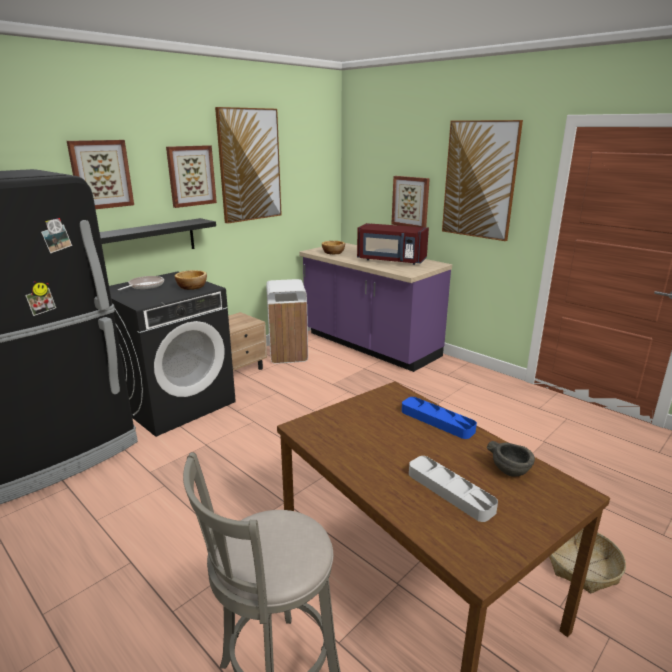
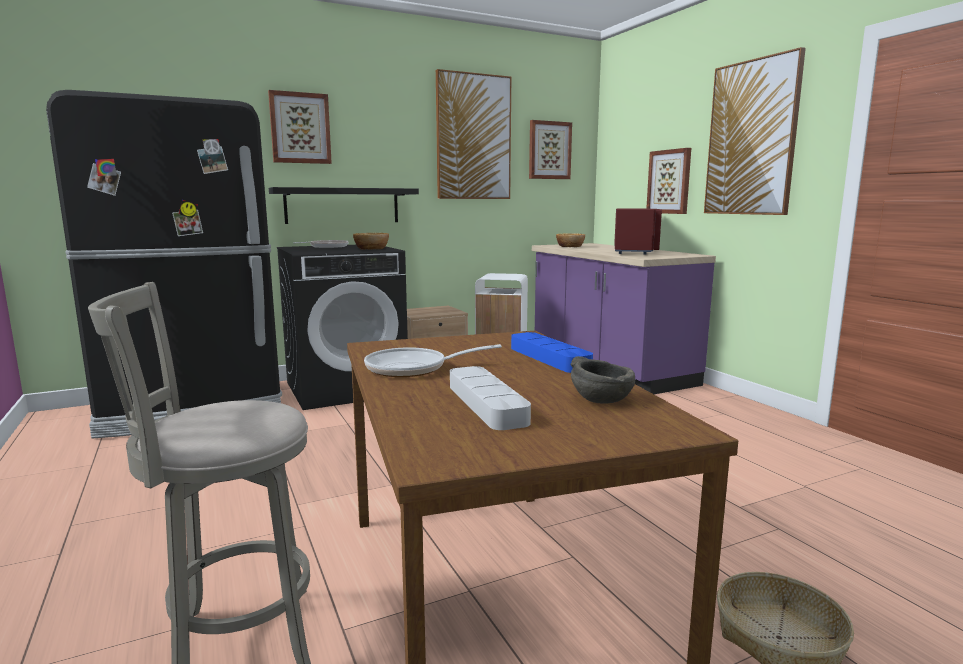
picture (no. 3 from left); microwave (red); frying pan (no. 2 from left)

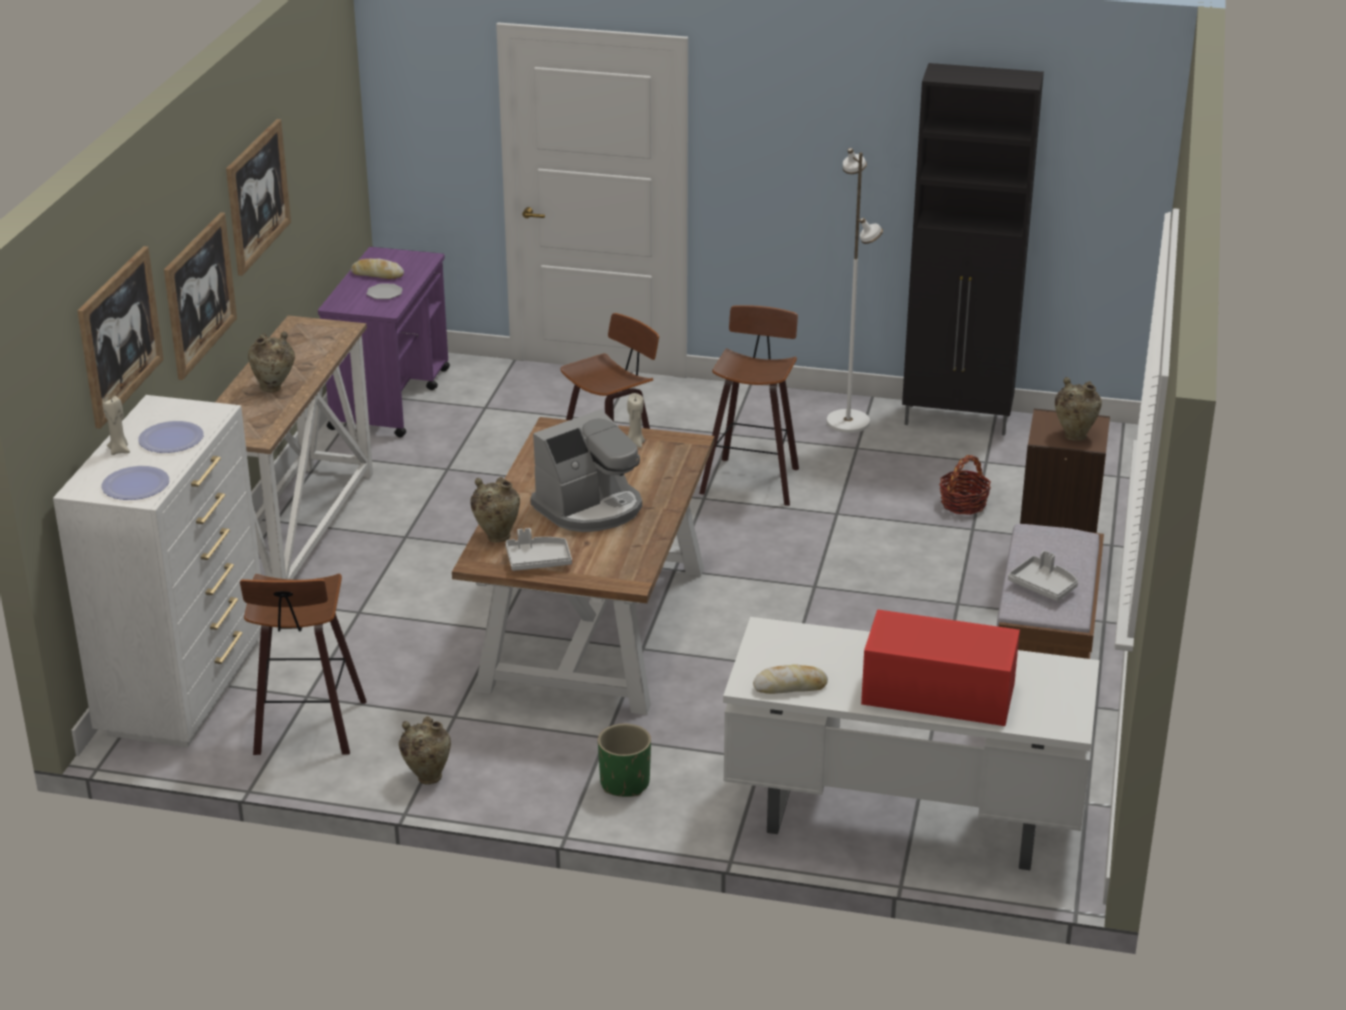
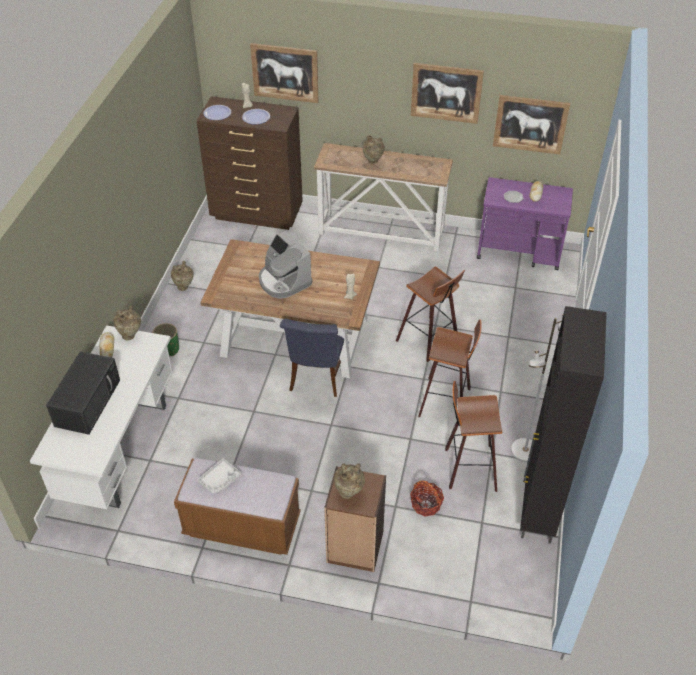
picture (no. 3 from left); dresser (brown); vase (beige) (no. 1 from left); tray (grey) (no. 1 from left in the first image); stool (no. 3 from left); microwave (black); chair (blue)

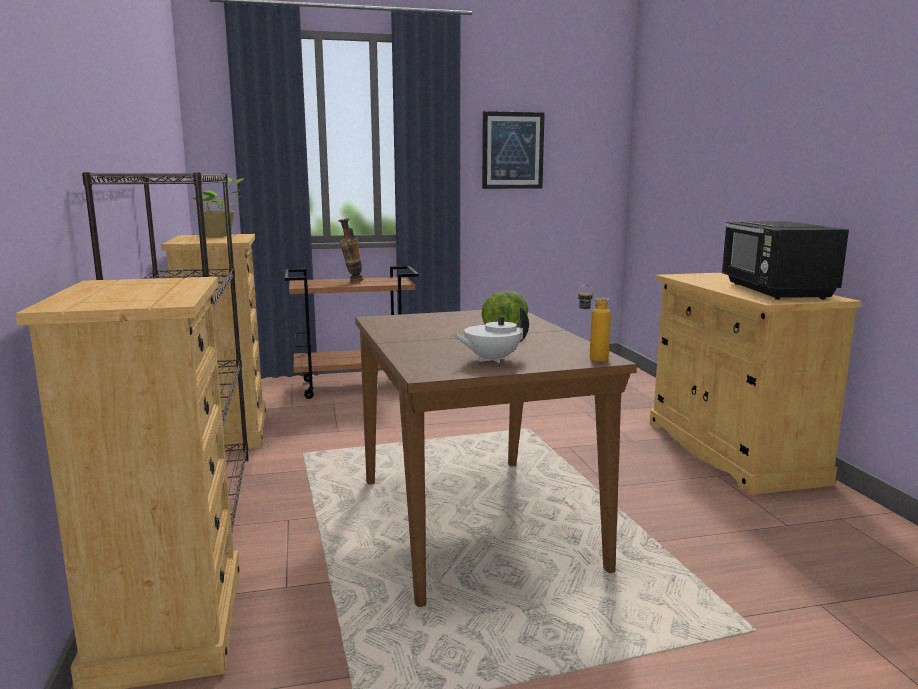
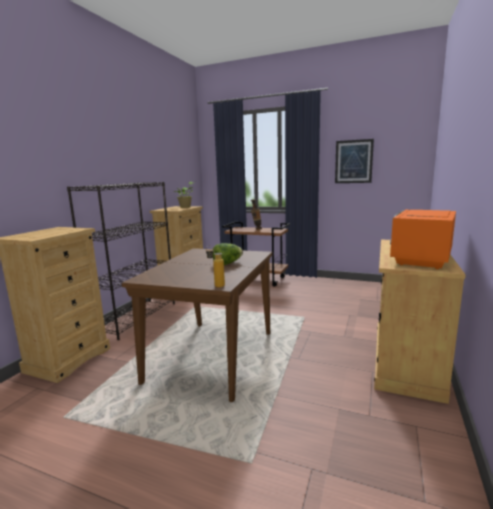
microwave (orange); teapot (white)

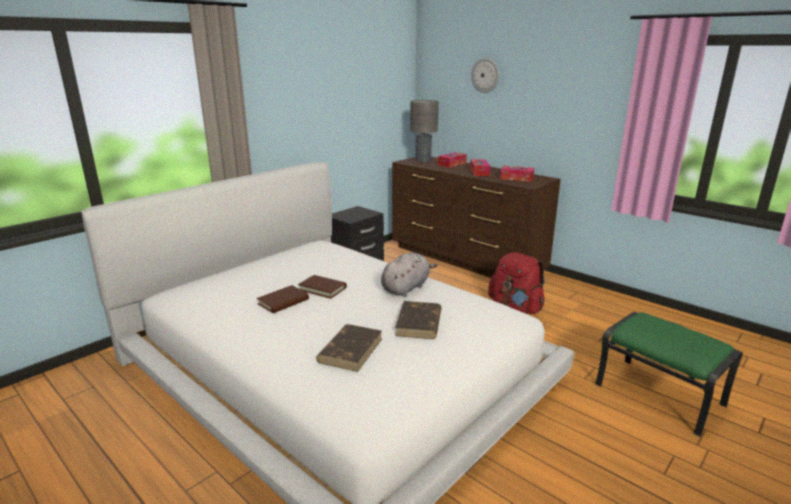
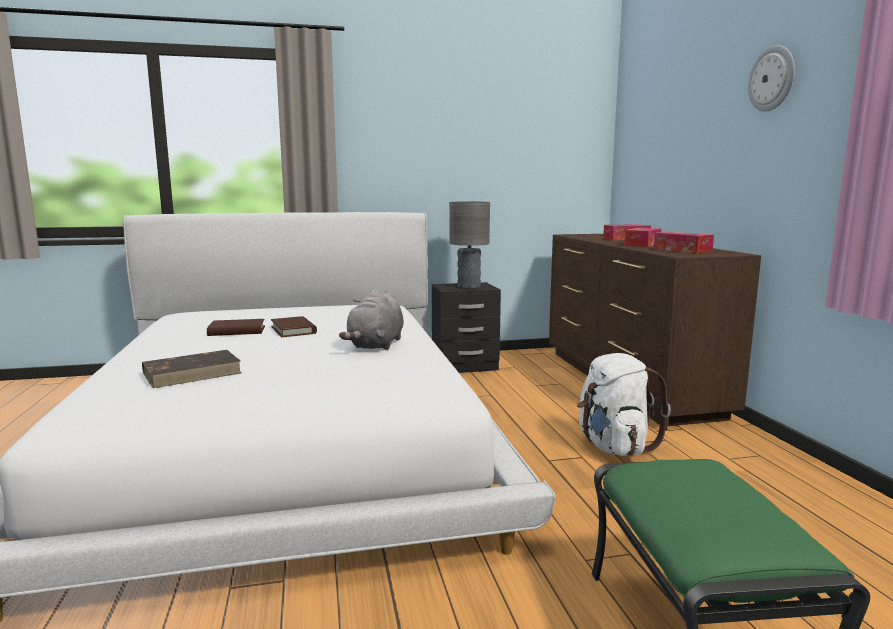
wall clock; table lamp (grey); plush toy (grey); backpack (white); book (brown) (no. 4 from left in the first image)

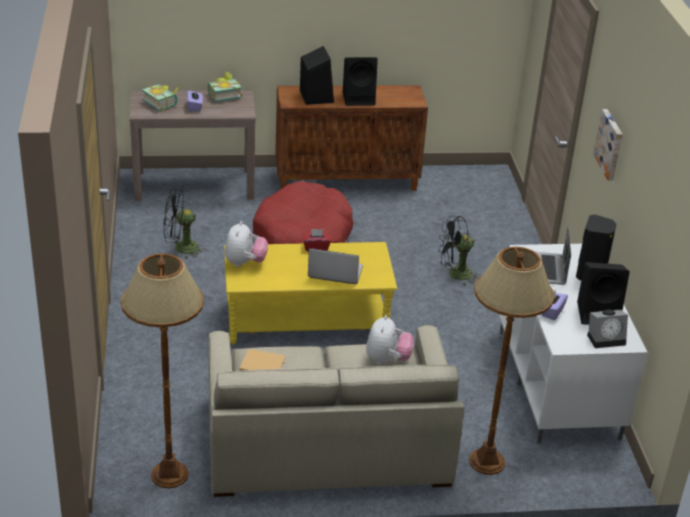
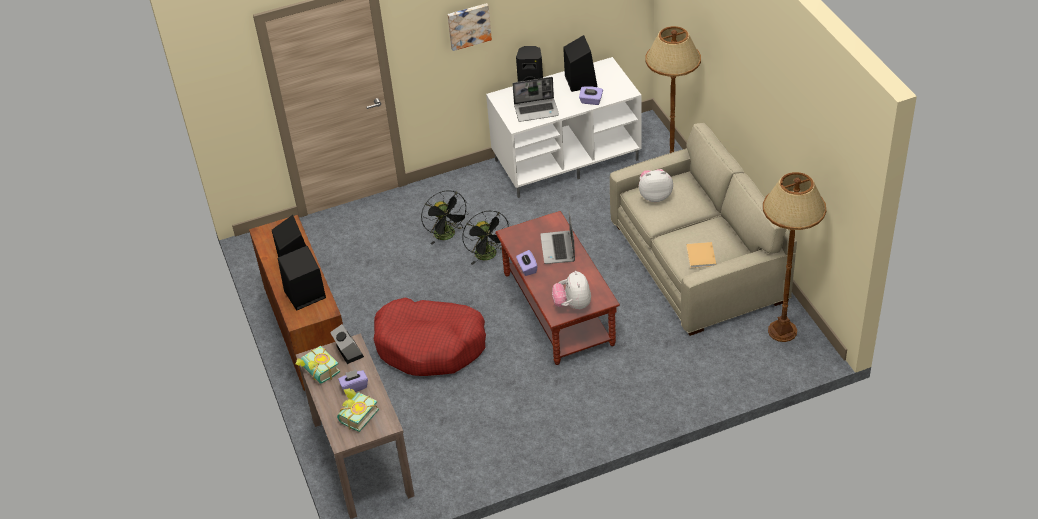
fan (black) (no. 2 from left); plush toy (no. 1 from left); tissue box (purple) (no. 2 from left); coffee table (brown); alarm clock

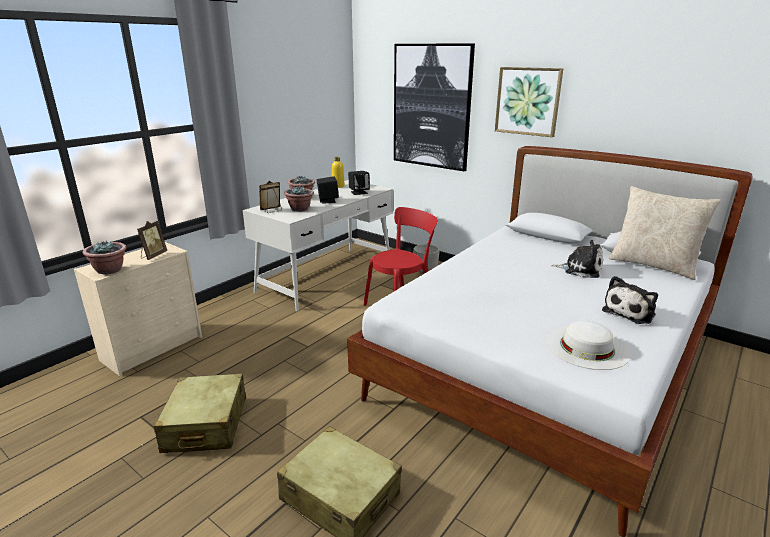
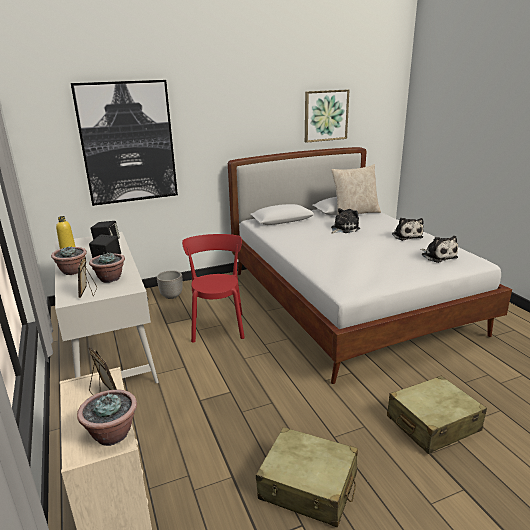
picture (no. 2 from left); plush toy (no. 3 from left)

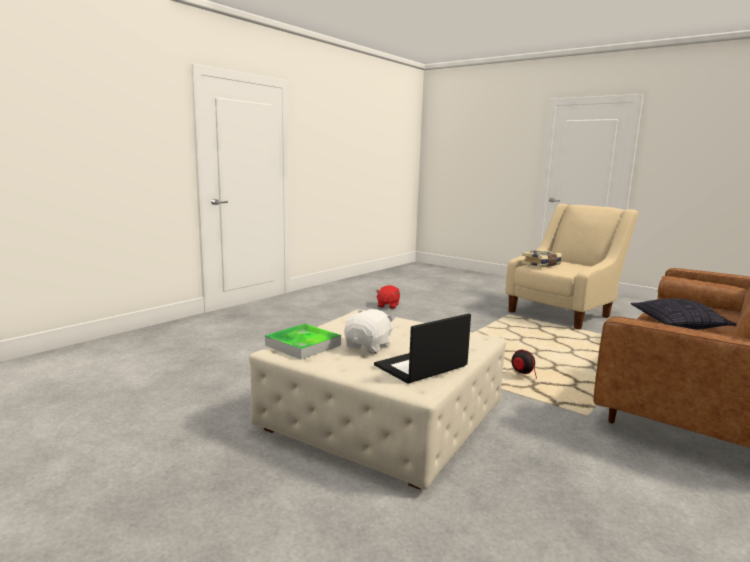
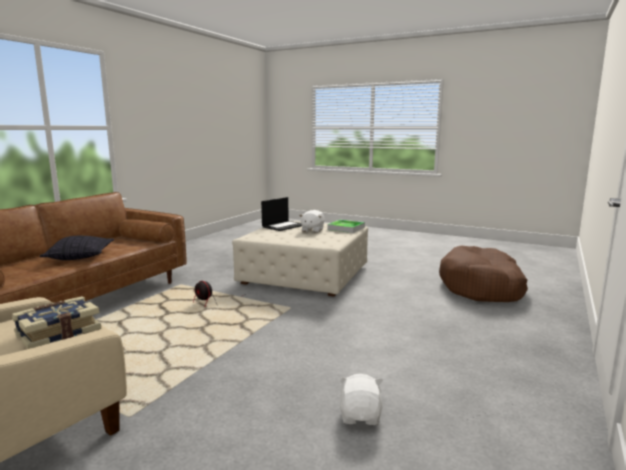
plush toy (white) (no. 2 from left); dog bed (brown)

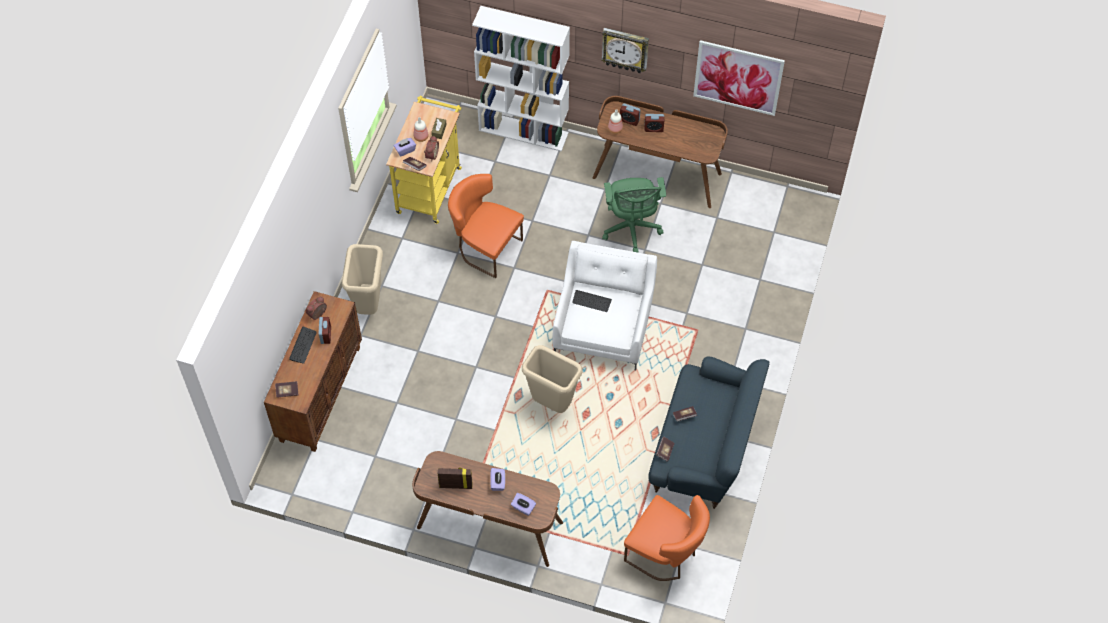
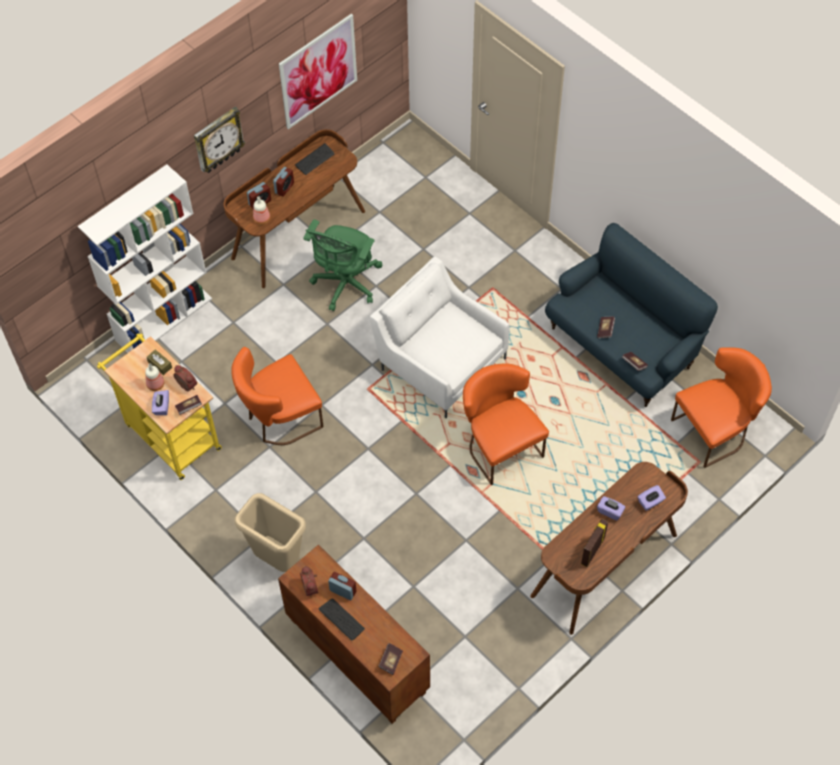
office chair (green); keyboard (no. 1 from left); chair (orange) (no. 2 from left)

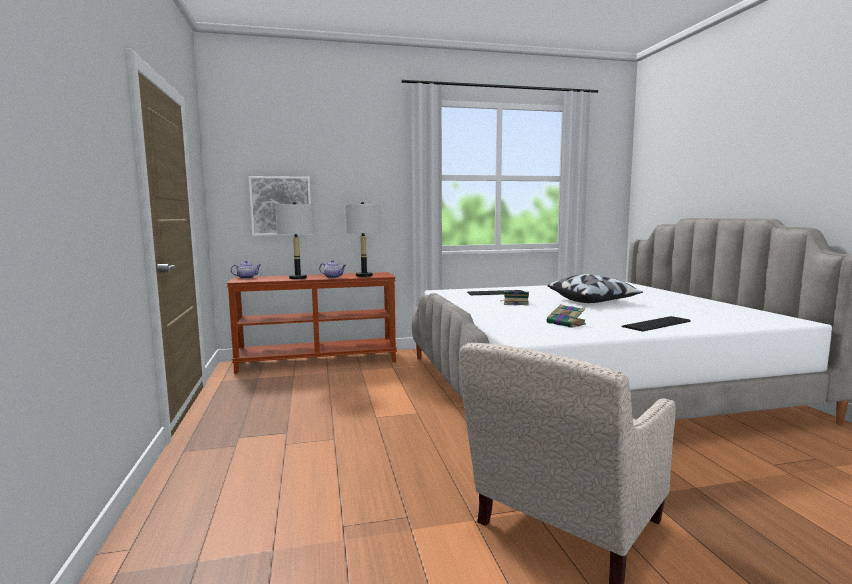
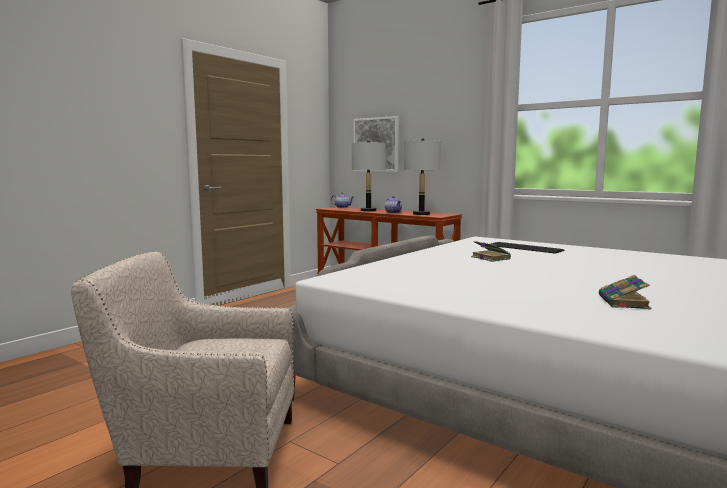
pillow; book (no. 2 from left); keyboard (no. 2 from left in the first image)

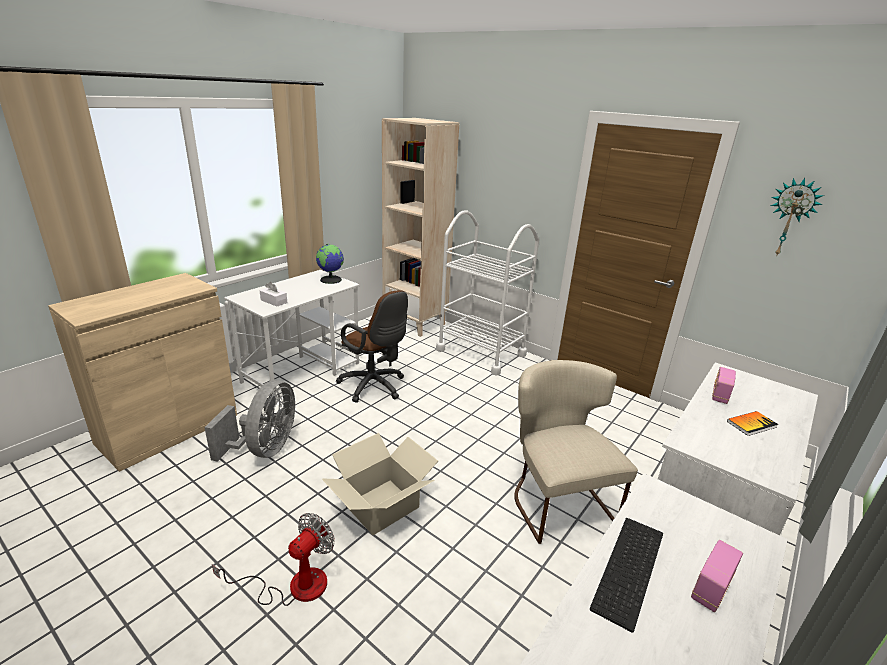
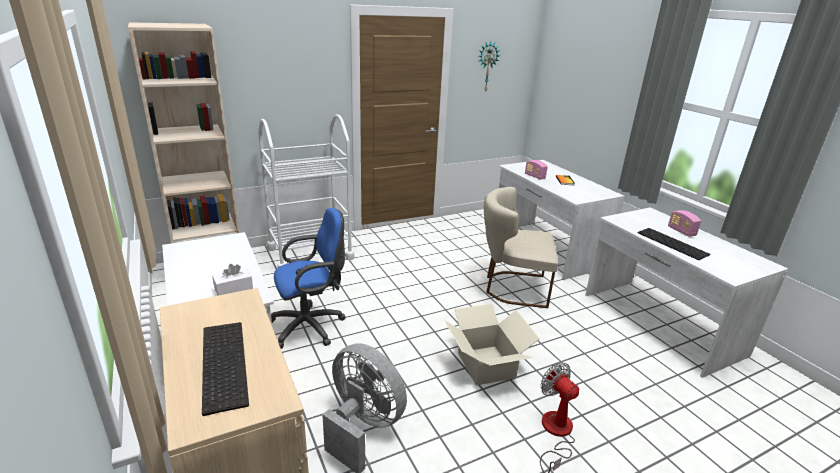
globe; office chair (blue); keyboard (no. 1 from left)

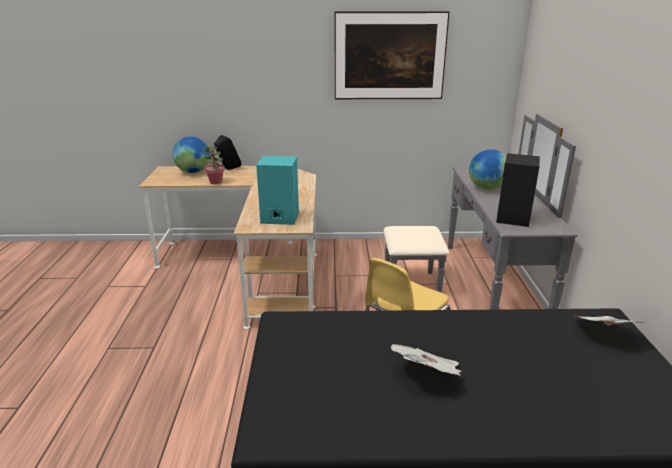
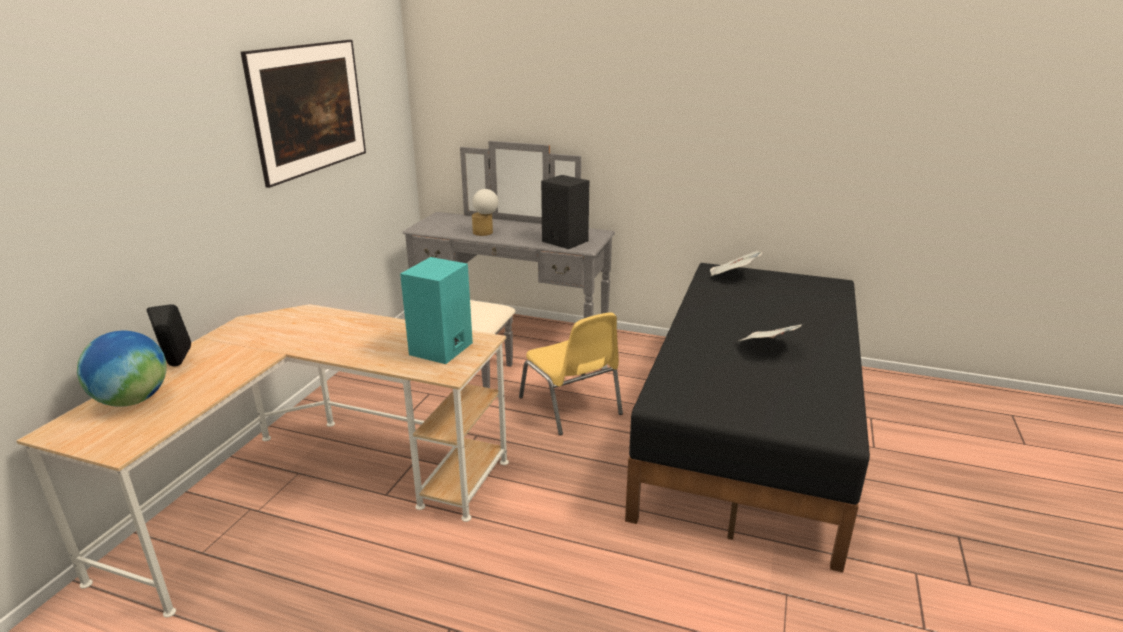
potted plant; table lamp

